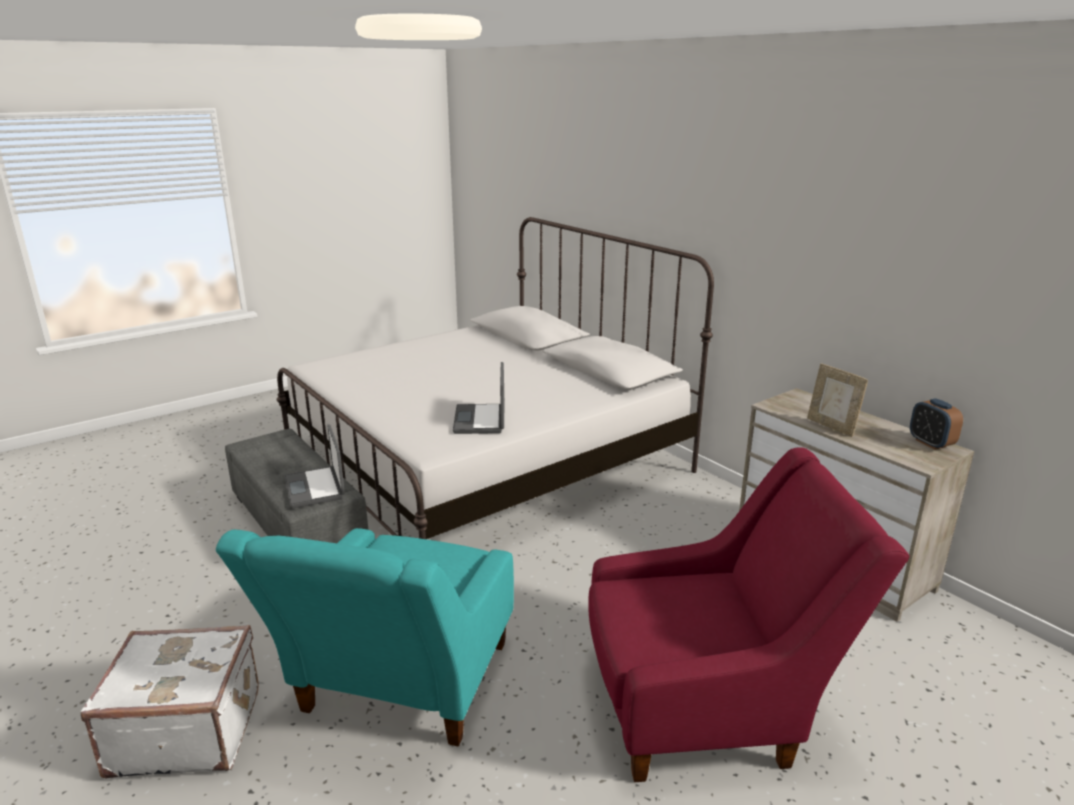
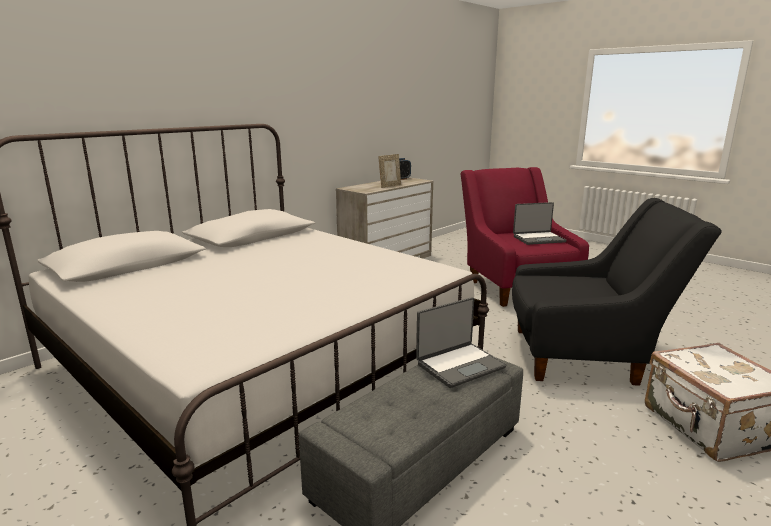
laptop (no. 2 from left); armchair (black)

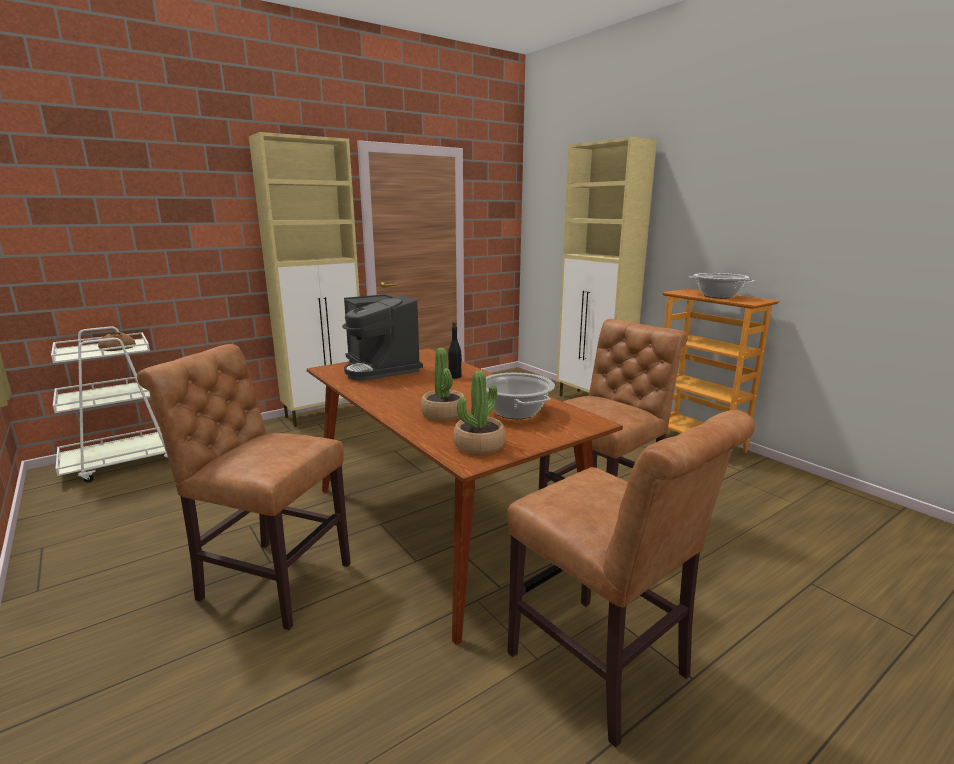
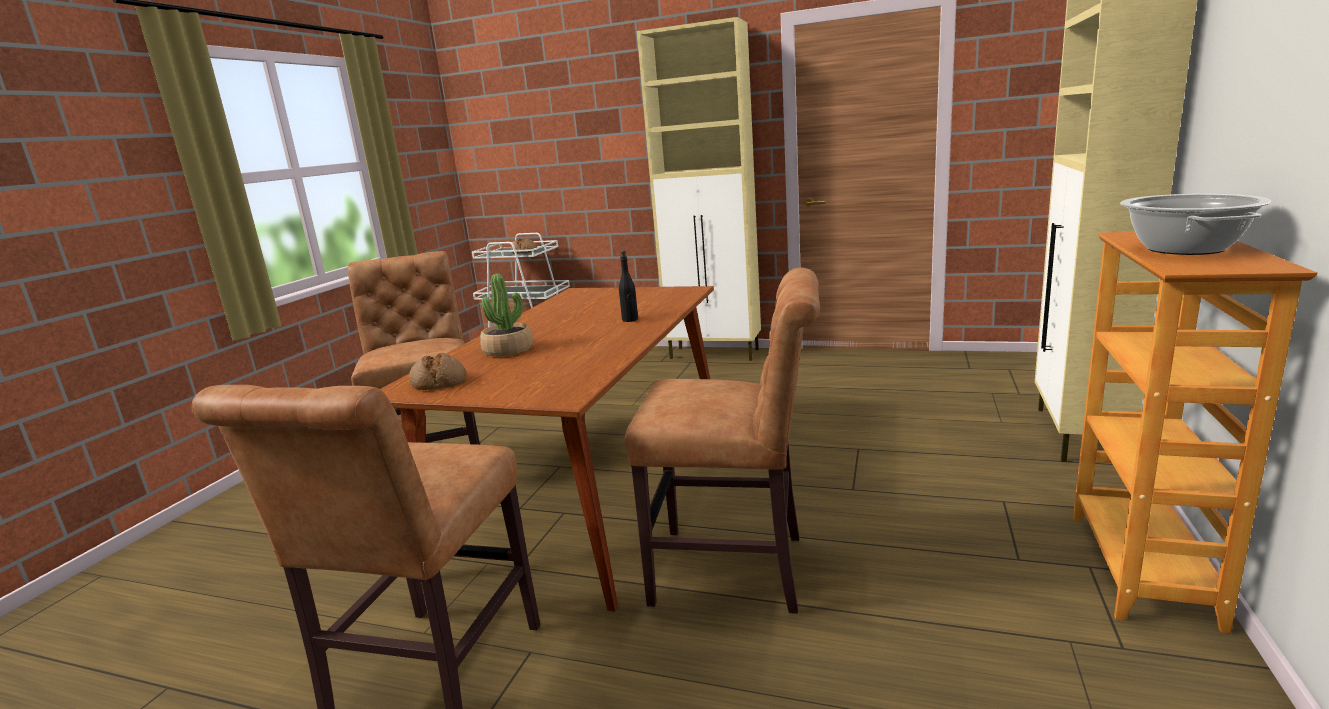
coffee machine; bread (no. 1 from left); cooking pot (no. 1 from left in the first image)

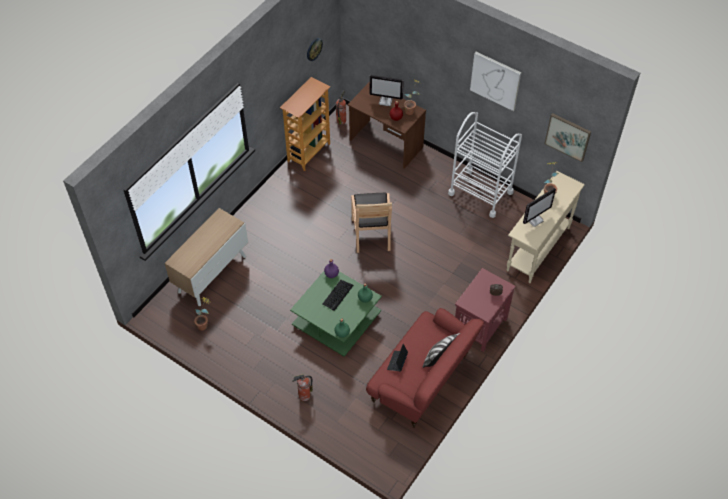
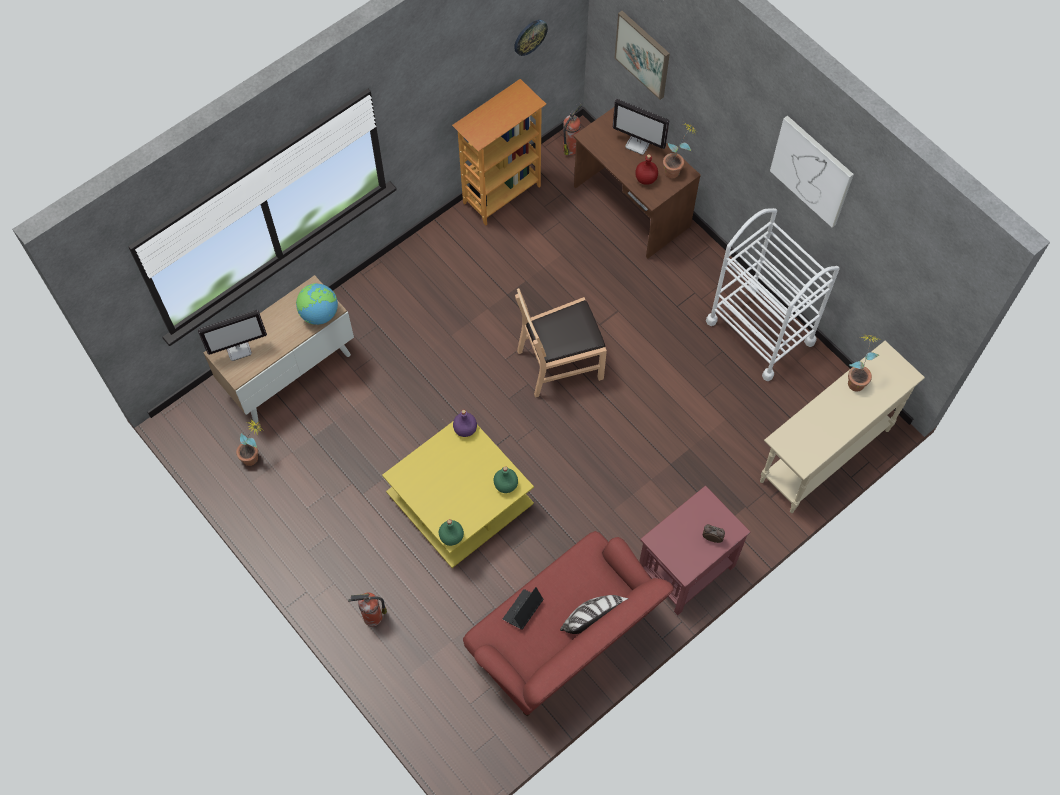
picture (no. 1 from left); monitor (no. 1 from left); chair (brown); coffee table (yellow); keyboard; globe

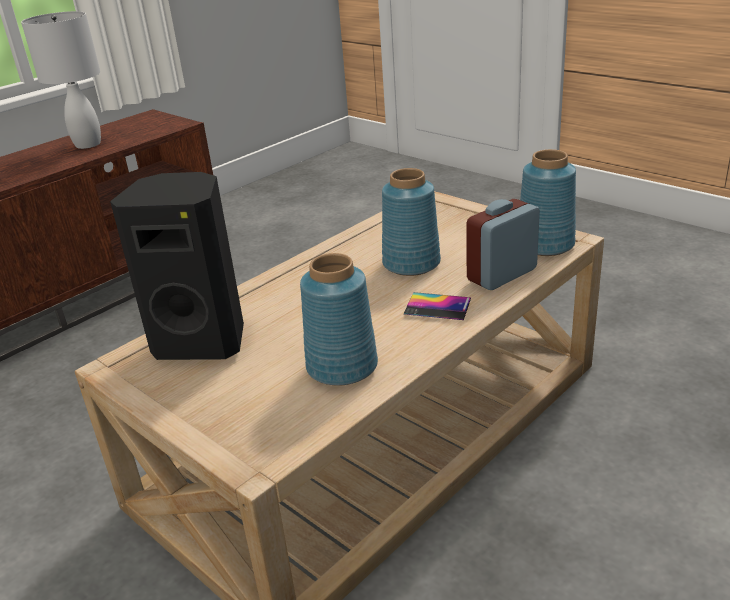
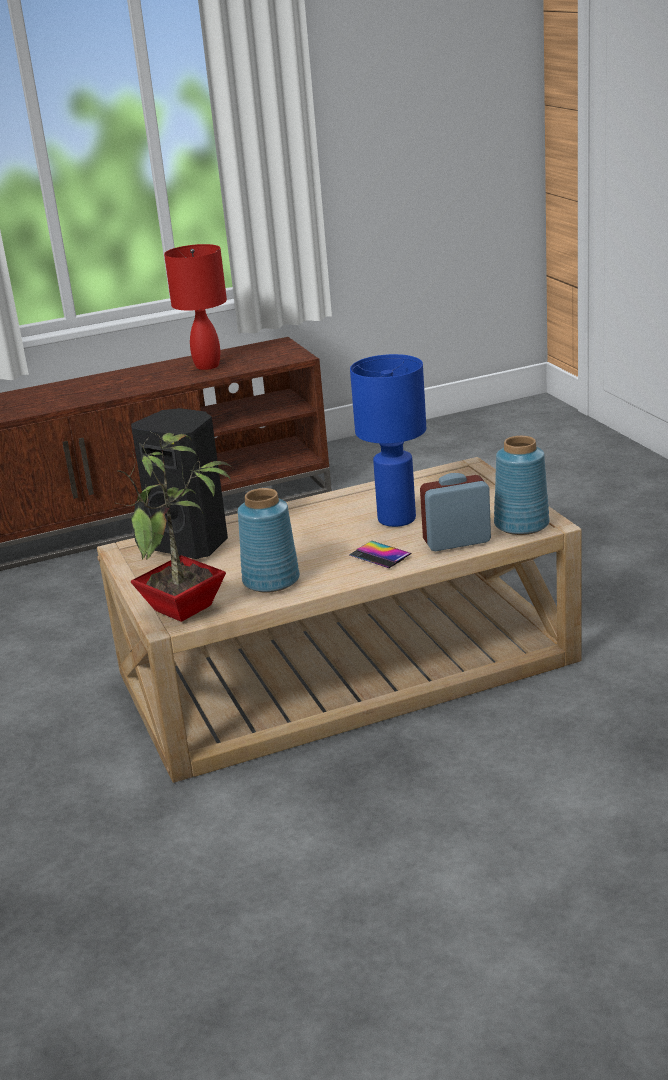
table lamp (red); table lamp (blue); potted plant

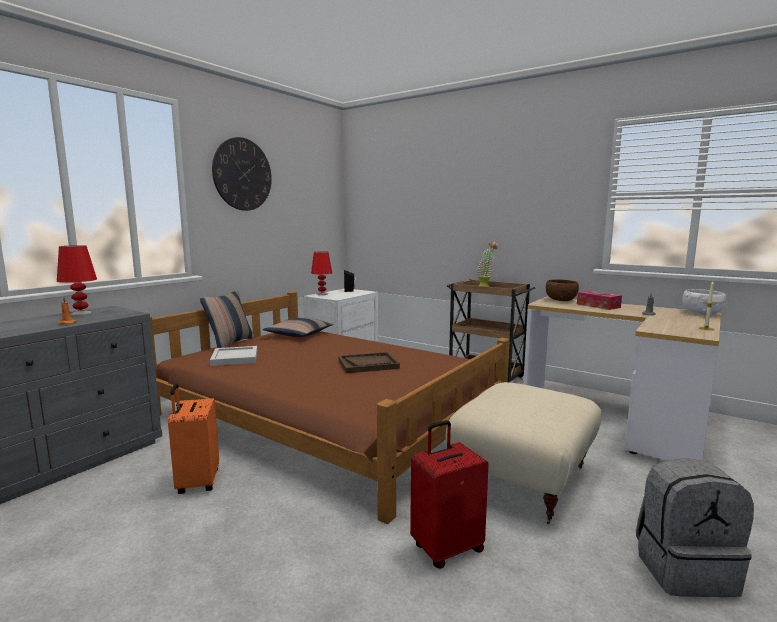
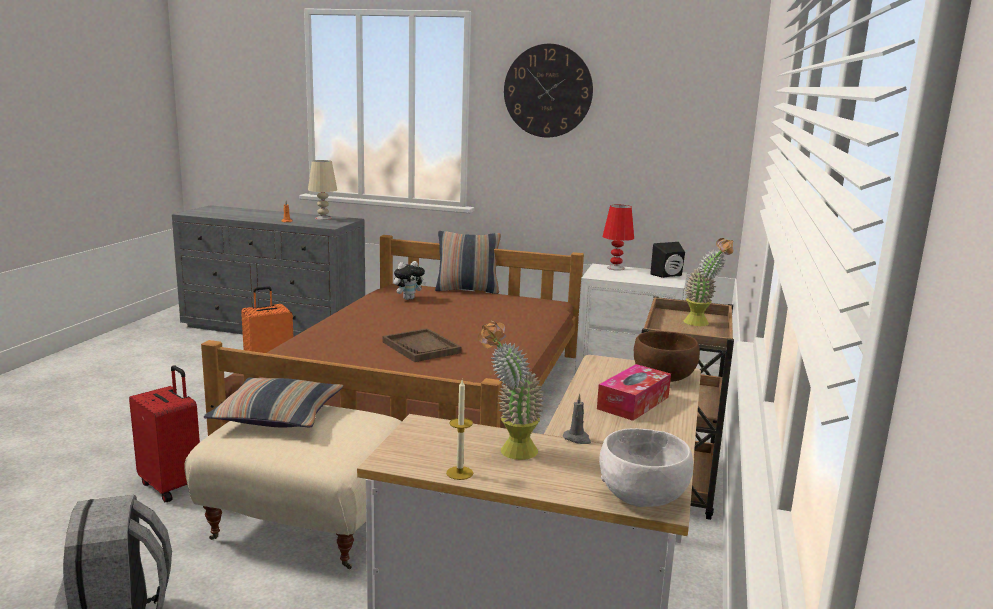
table lamp (beige); pillow (no. 1 from left); plush toy; potted plant (no. 1 from left)

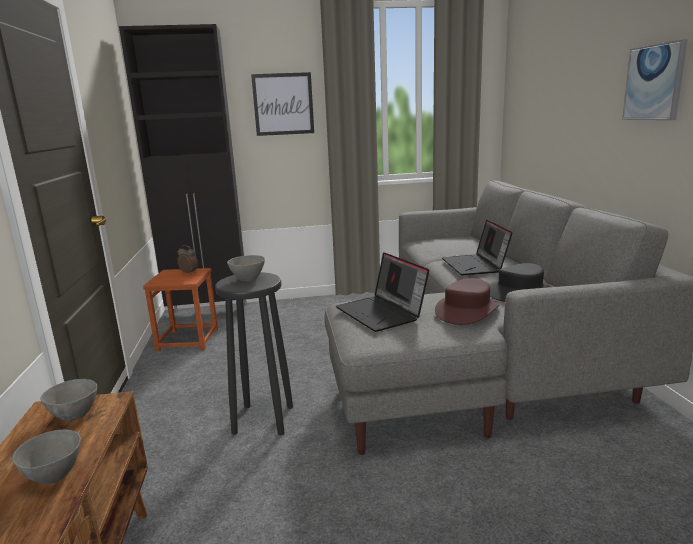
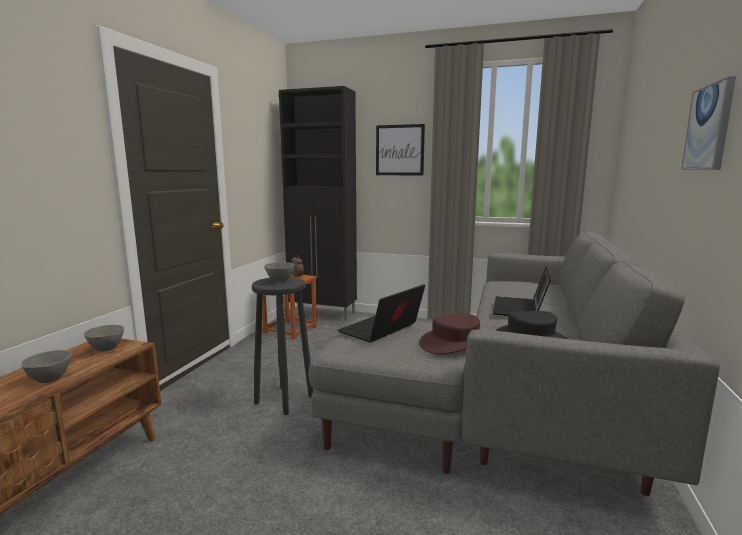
laptop (no. 1 from left)

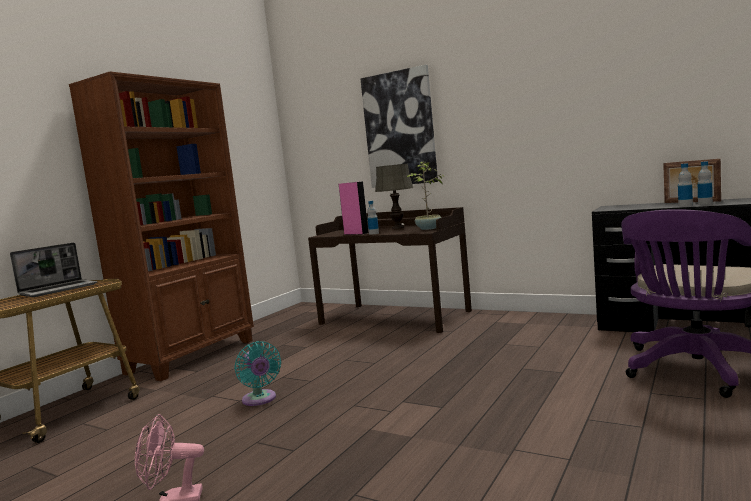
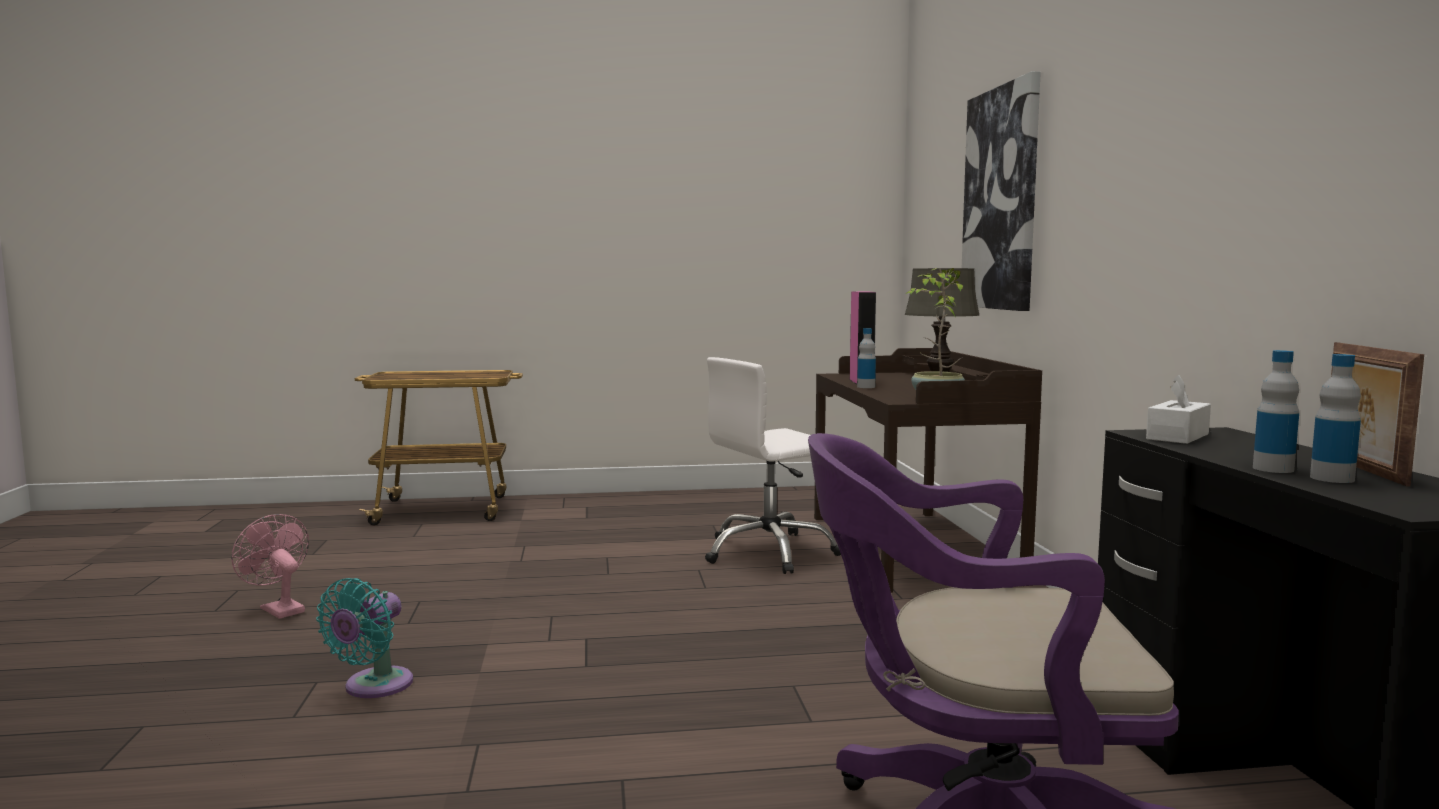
bookcase (brown); laptop; fan (turquoise); office chair (white); tissue box (white)

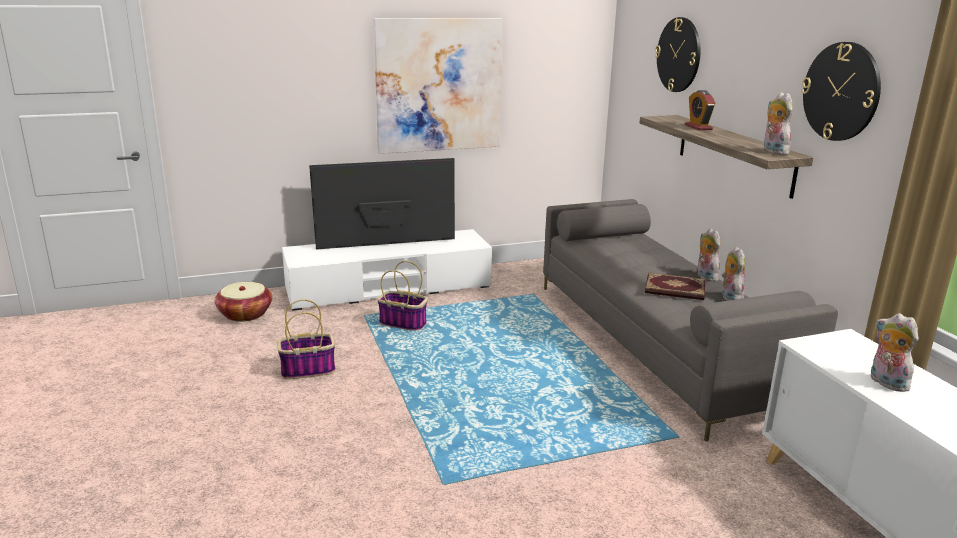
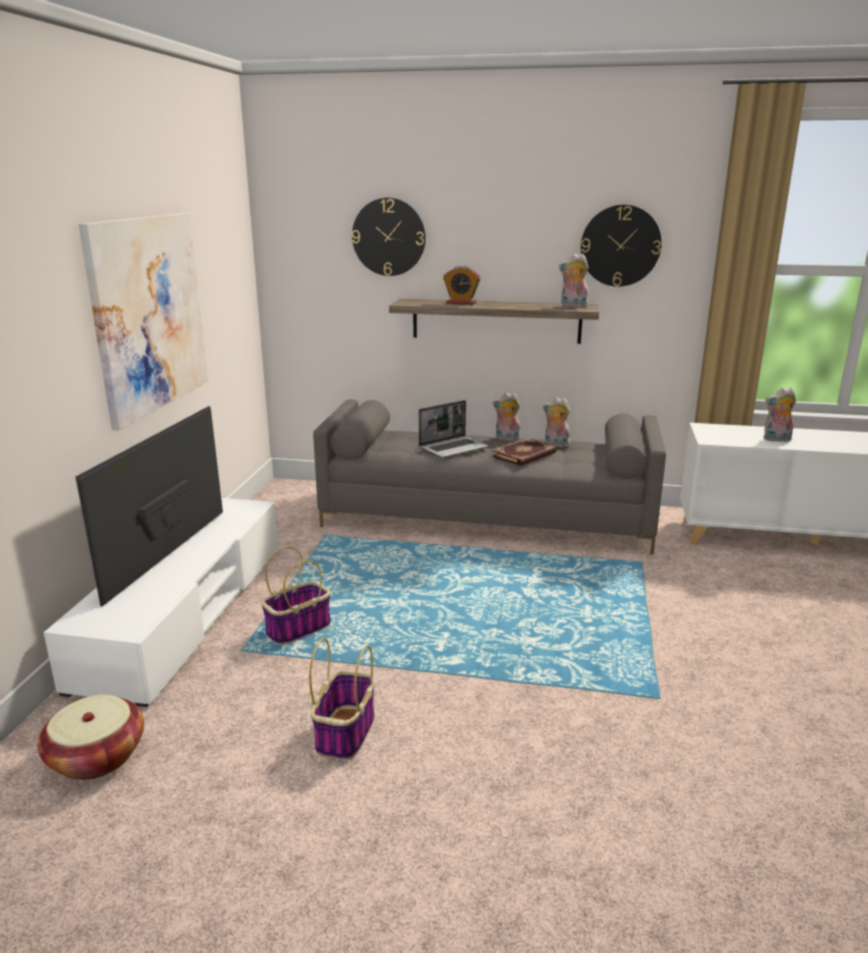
laptop

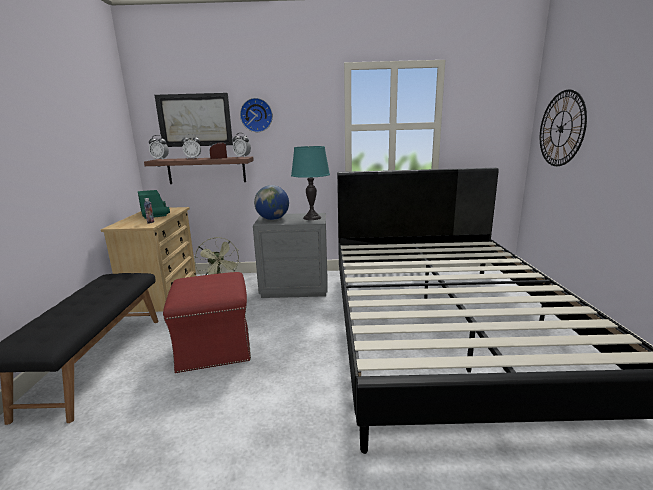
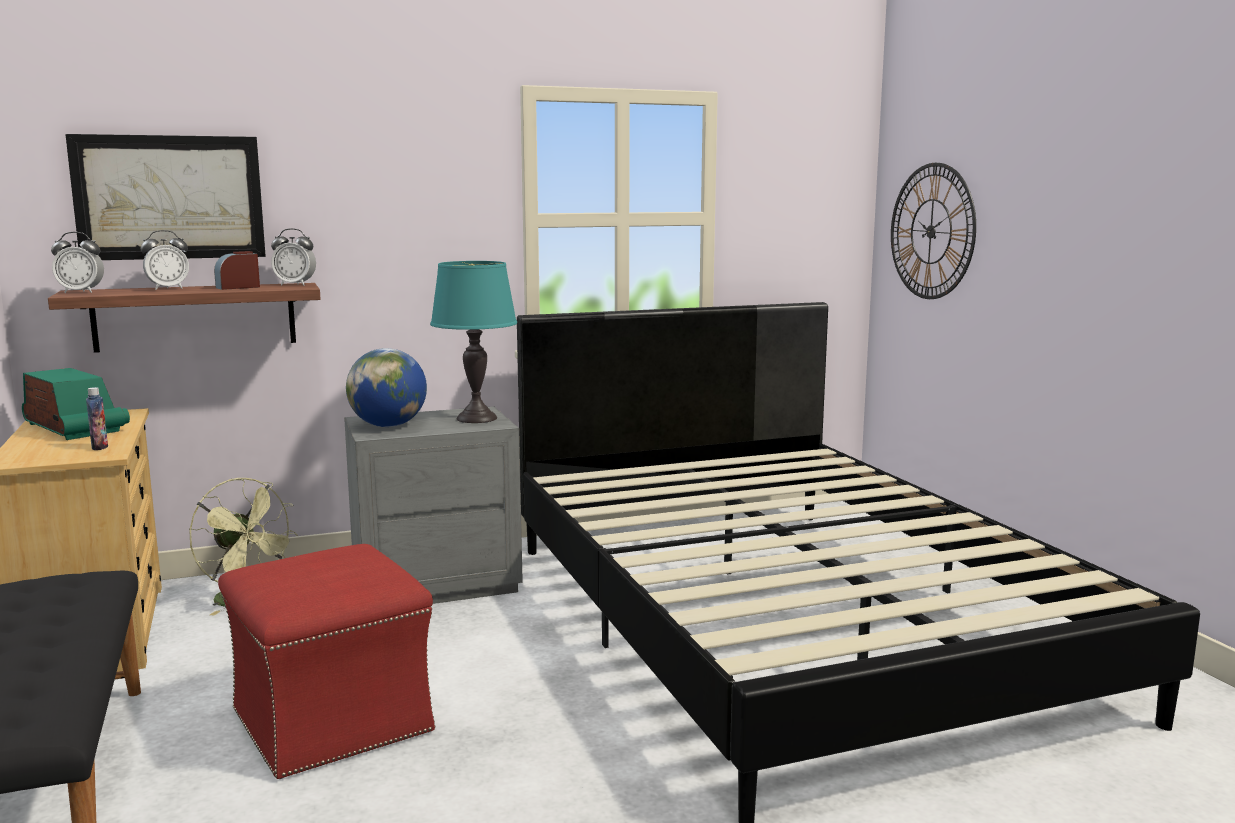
wall clock (no. 1 from left in the first image)

